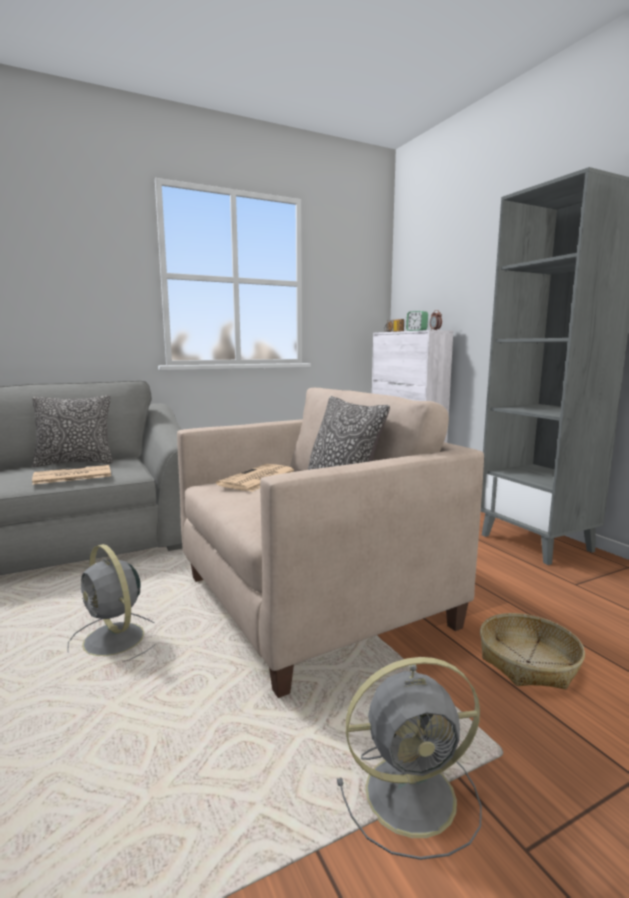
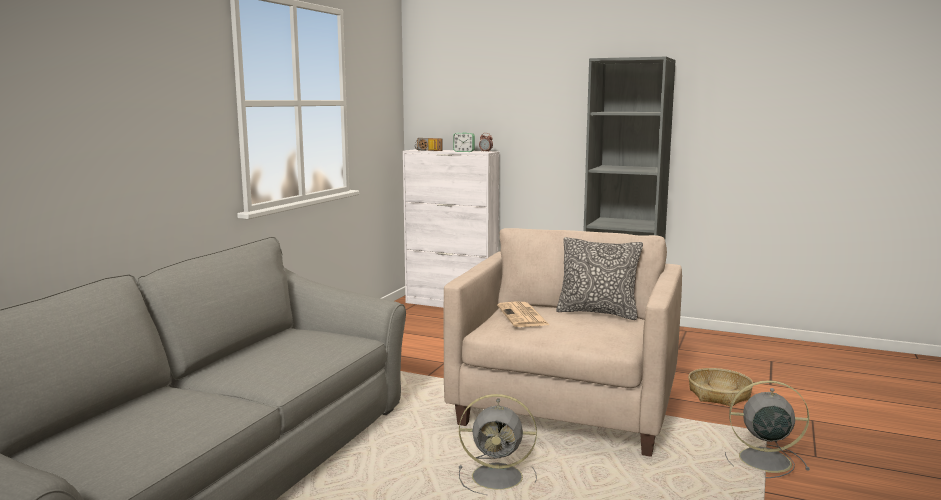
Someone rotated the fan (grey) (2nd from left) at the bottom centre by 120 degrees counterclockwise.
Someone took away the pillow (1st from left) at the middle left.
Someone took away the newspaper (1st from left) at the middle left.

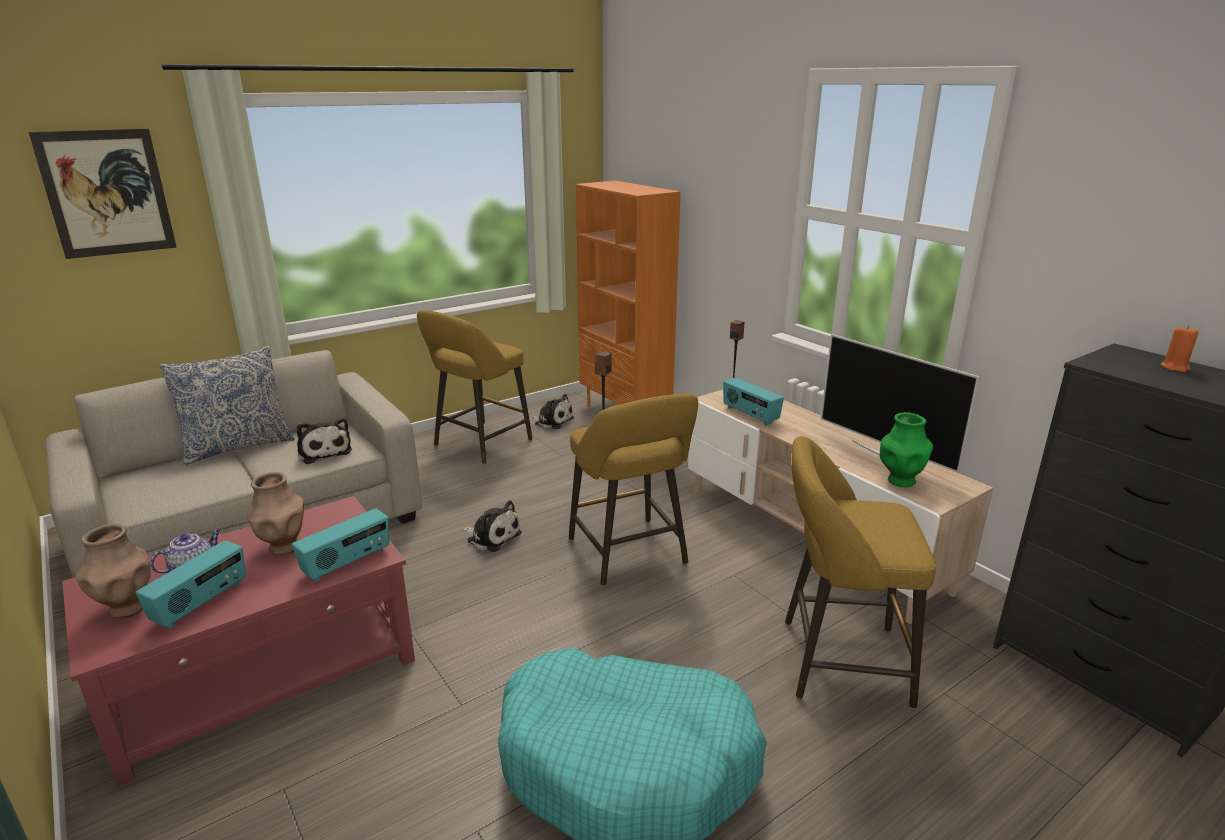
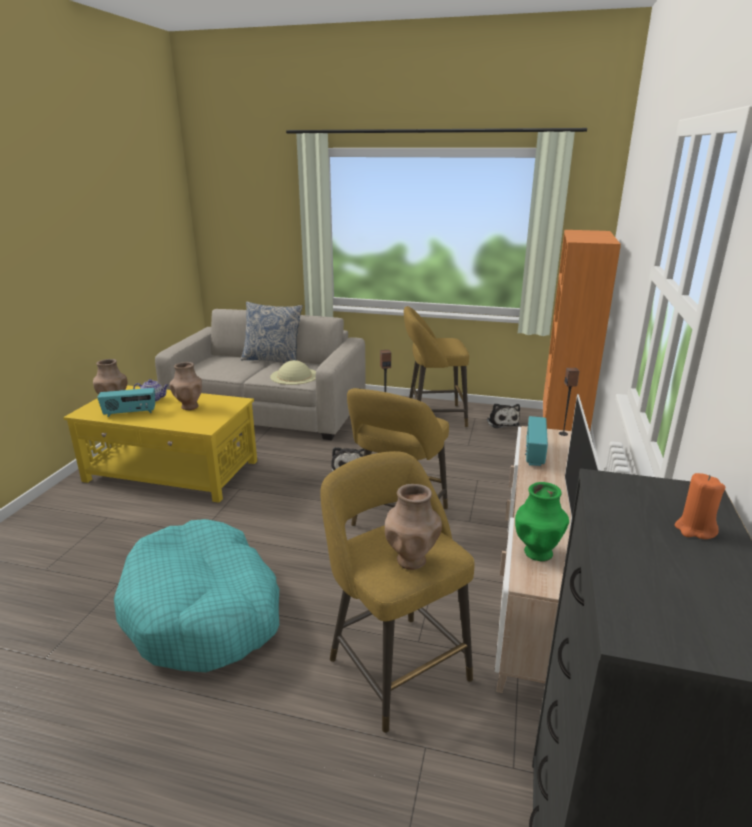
Someone repainted the coffee table (red) at the bottom left, which became the coffee table (yellow) at the middle left.
Someone swapped the plush toy (1st from left) at the middle left for the hat (beige) at the centre.
Someone put down the vase (brown) (3rd from left) at the centre.
Someone took away the picture at the top left.
Someone took away the radio (2nd from left) at the middle left.

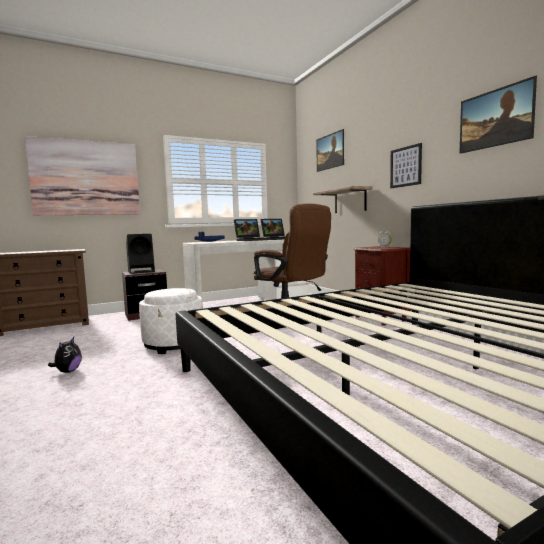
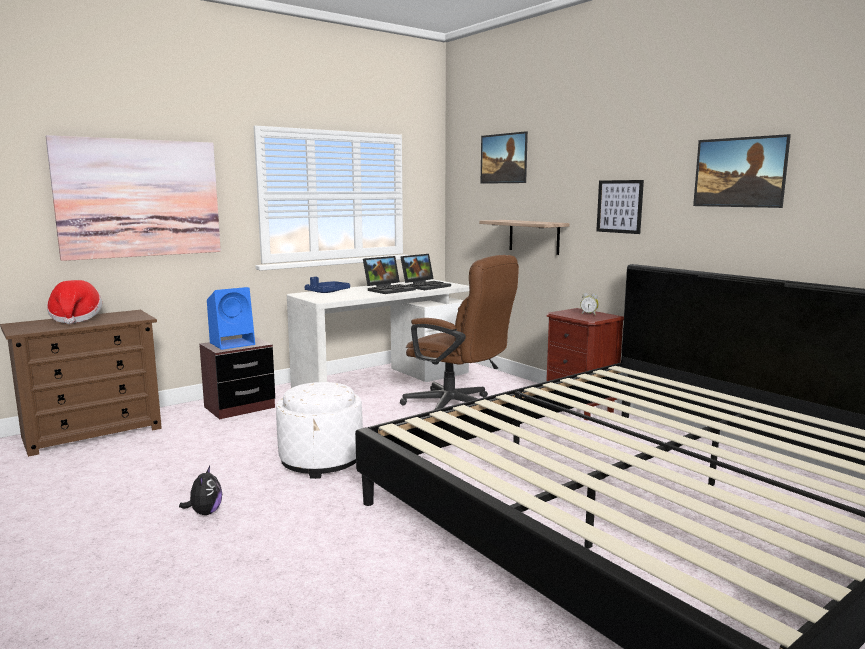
Someone put down the hat at the middle left.
Someone repainted the speaker (black) at the middle left, which became the speaker (blue) at the middle left.

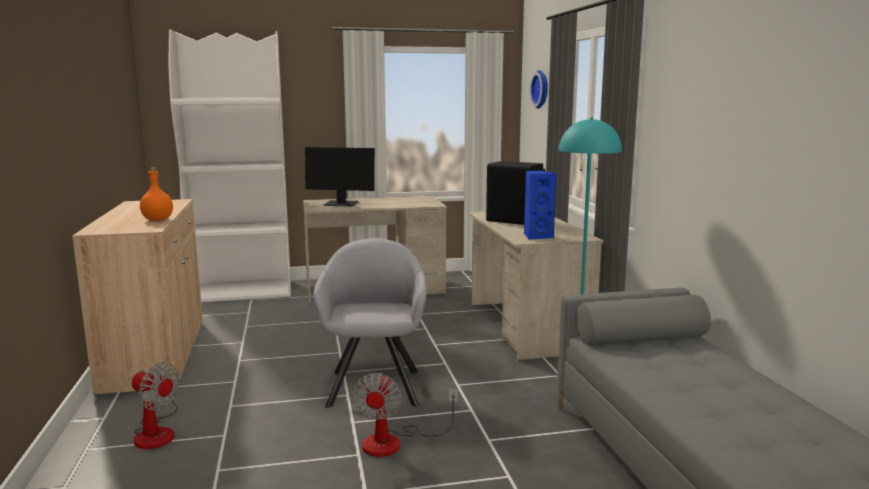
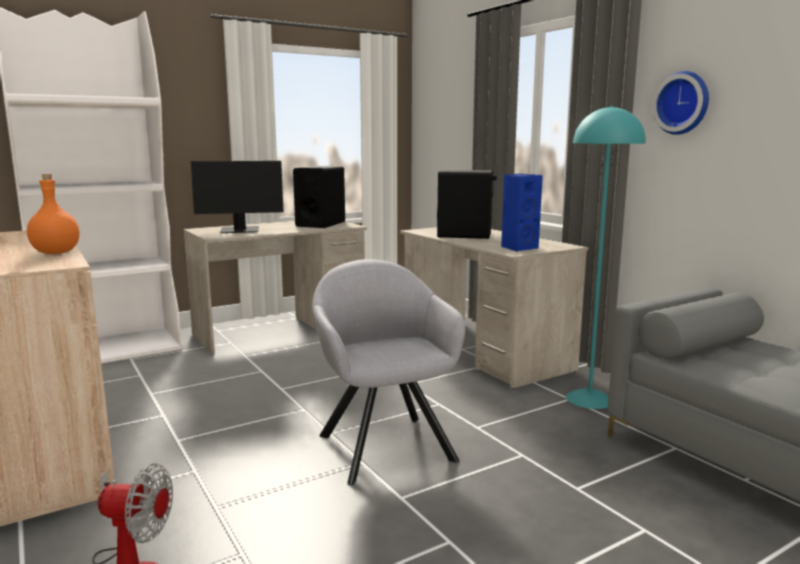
Someone put down the speaker (black) (1st from left) at the centre.
Someone carried the wall clock from the top centre to the top right.
Someone took away the fan (2nd from left) at the bottom centre.

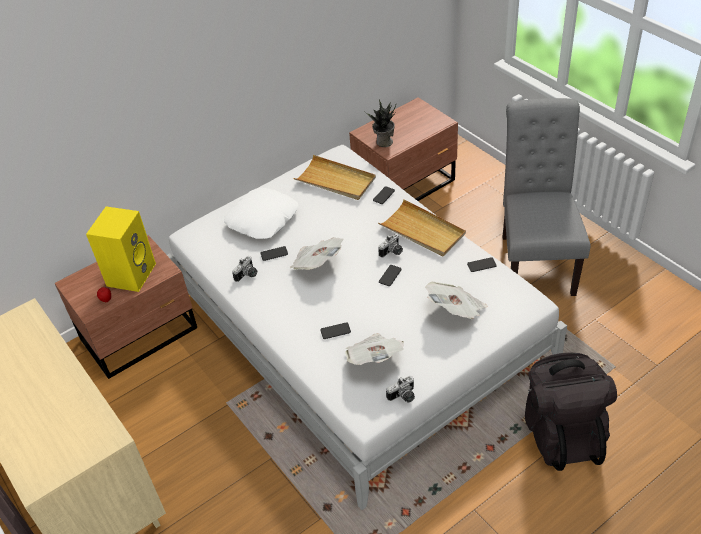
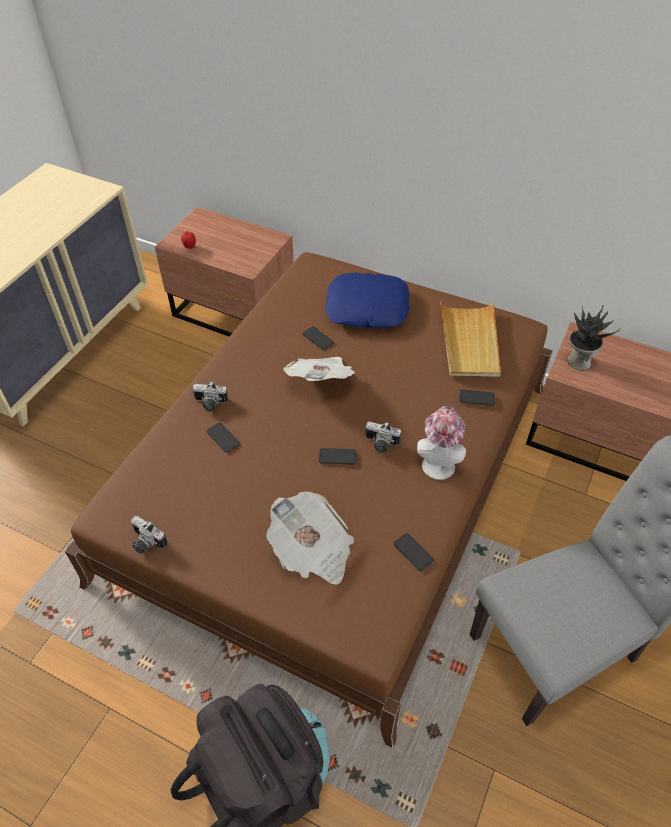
Someone repainted the bed (white) at the centre, which became the bed (brown) at the centre.
Someone carried the photo camera (1st from left in the first image) from the centre to the middle left.
Someone repainted the pillow (white) at the centre, which became the pillow (blue) at the centre.
Someone swapped the tray (beige) (2nd from left) at the centre for the hat at the centre.
Someone took away the speaker (yellow) at the middle left.
Someone took away the newspaper (2nd from left) at the centre.

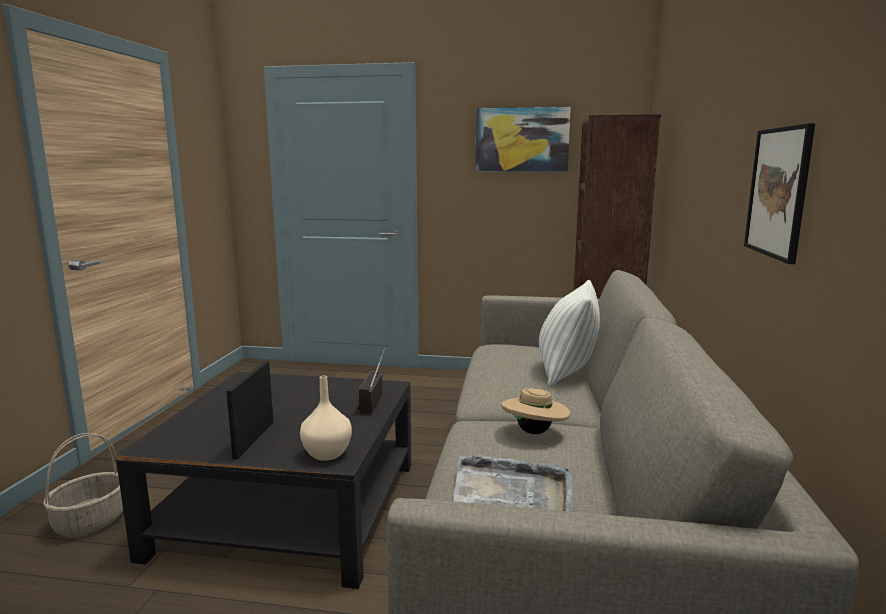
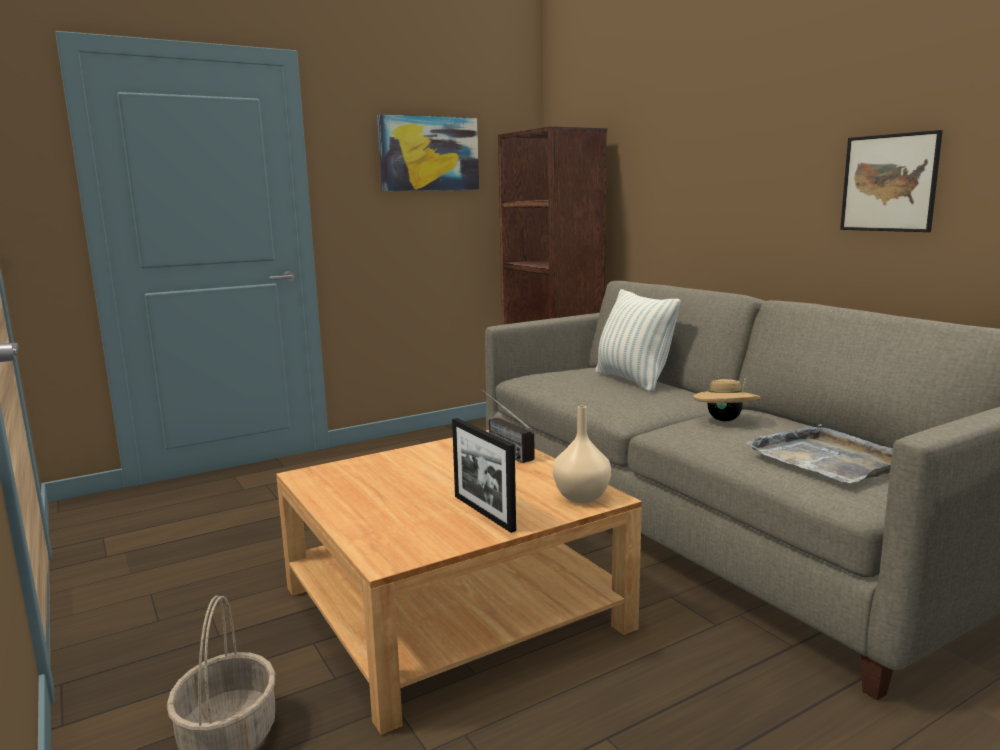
Someone repainted the coffee table (black) at the bottom left, which became the coffee table (beige) at the bottom centre.

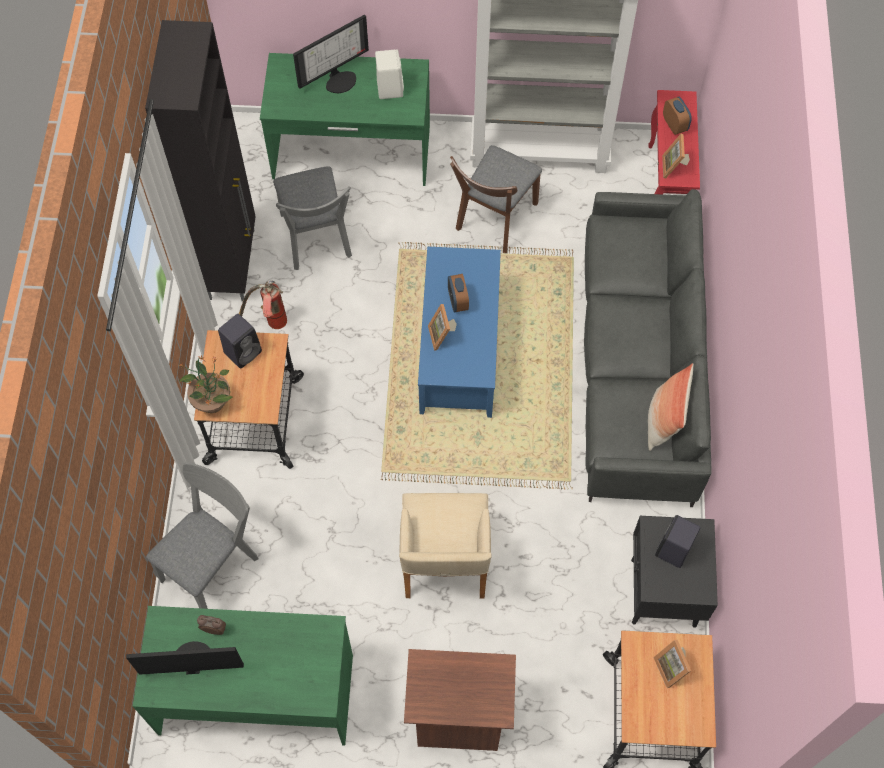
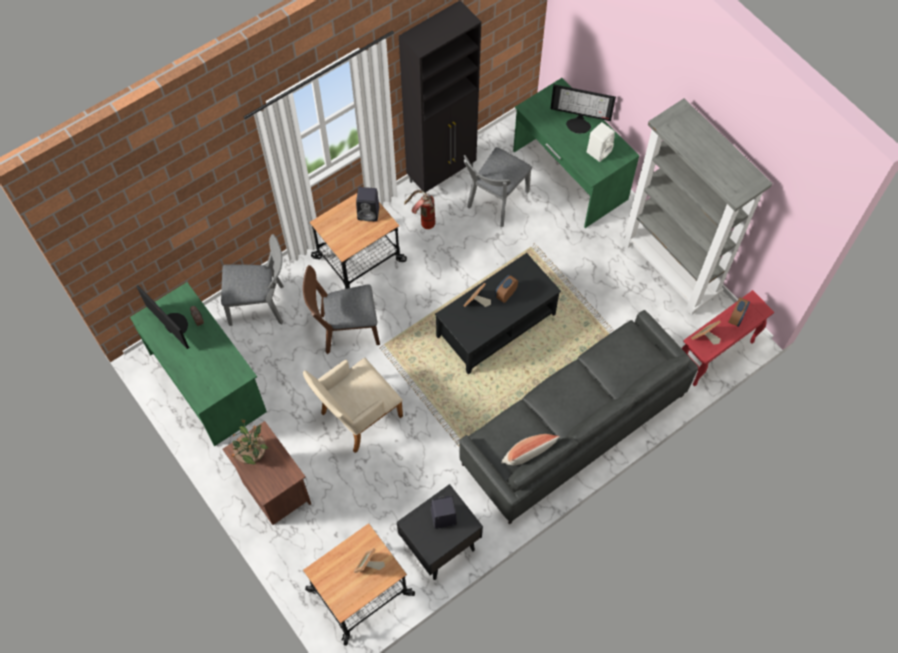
Someone carried the potted plant from the middle left to the bottom left.
Someone carried the chair (brown) from the top centre to the centre.
Someone repainted the coffee table (blue) at the centre, which became the coffee table (black) at the centre.

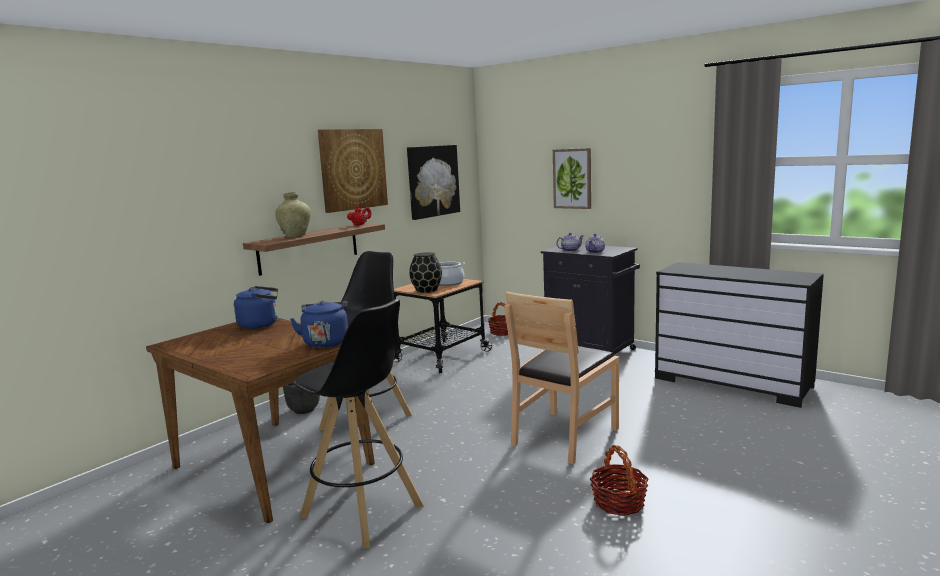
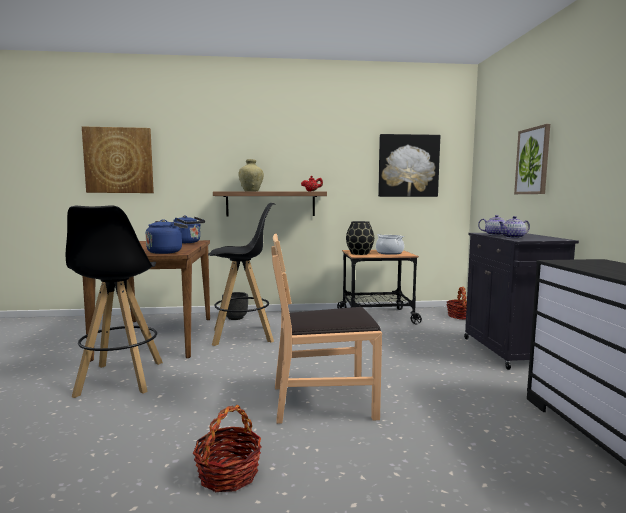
Someone carried the picture (1st from left) from the top centre to the top left.

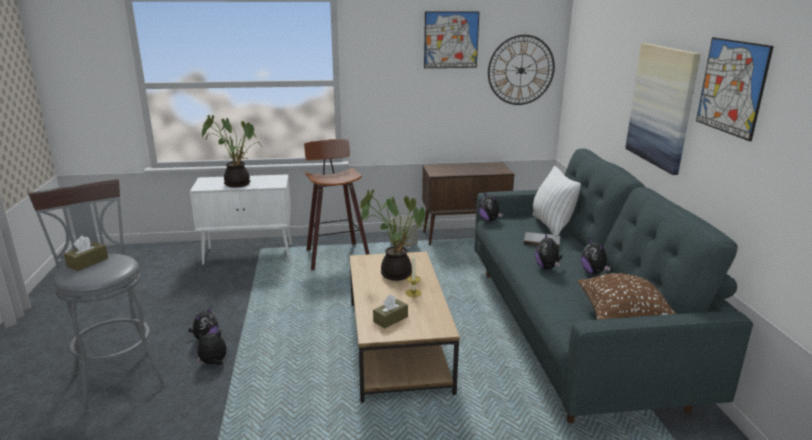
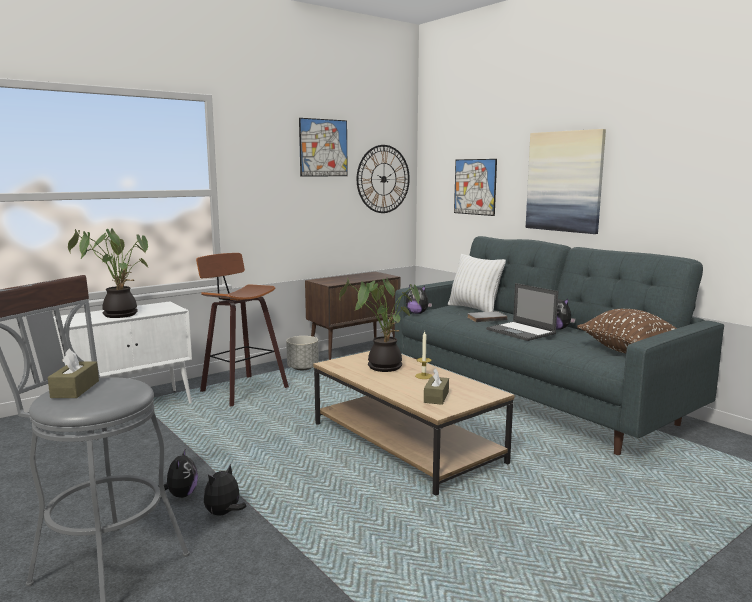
Someone carried the picture (3rd from left in the first image) from the top right to the top centre.
Someone swapped the plush toy (4th from left) at the middle right for the laptop at the middle right.

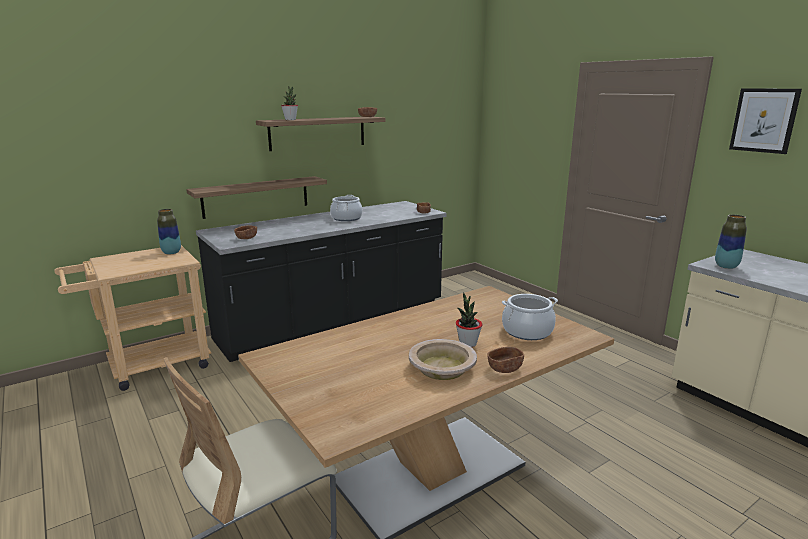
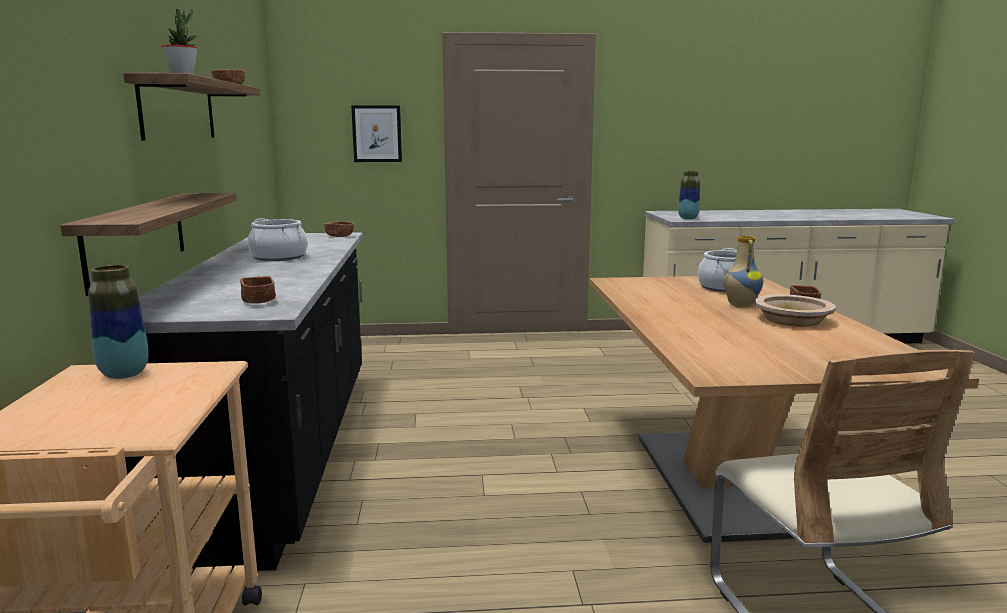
Someone carried the picture from the top right to the top centre.
Someone swapped the potted plant (2nd from left) at the centre for the vase (3rd from left) at the middle right.

